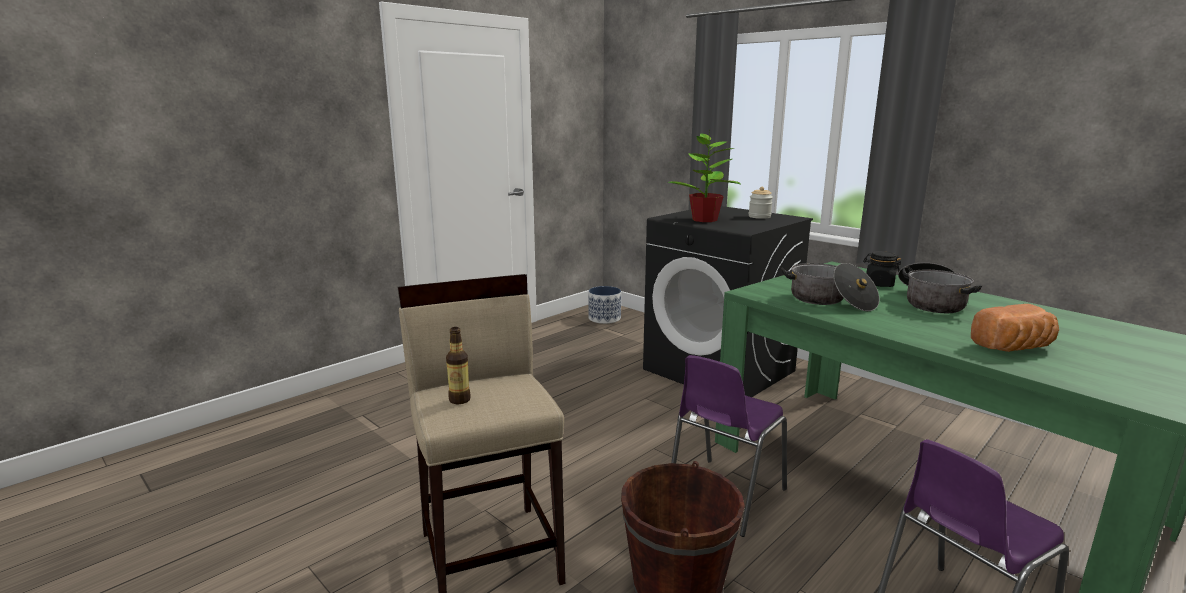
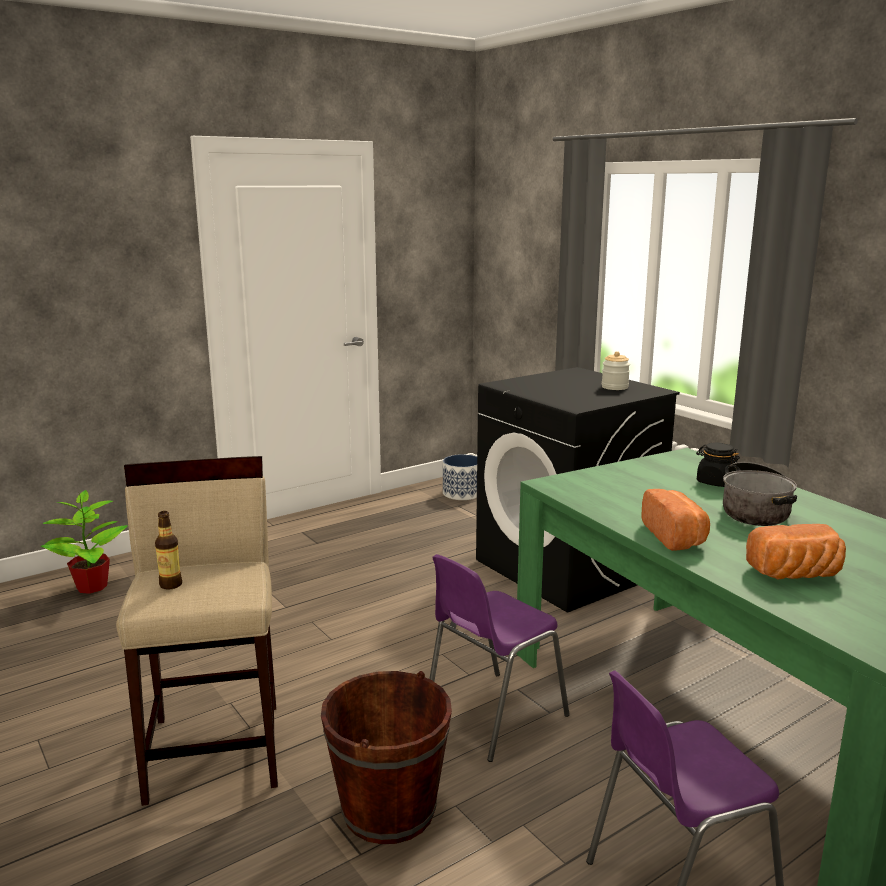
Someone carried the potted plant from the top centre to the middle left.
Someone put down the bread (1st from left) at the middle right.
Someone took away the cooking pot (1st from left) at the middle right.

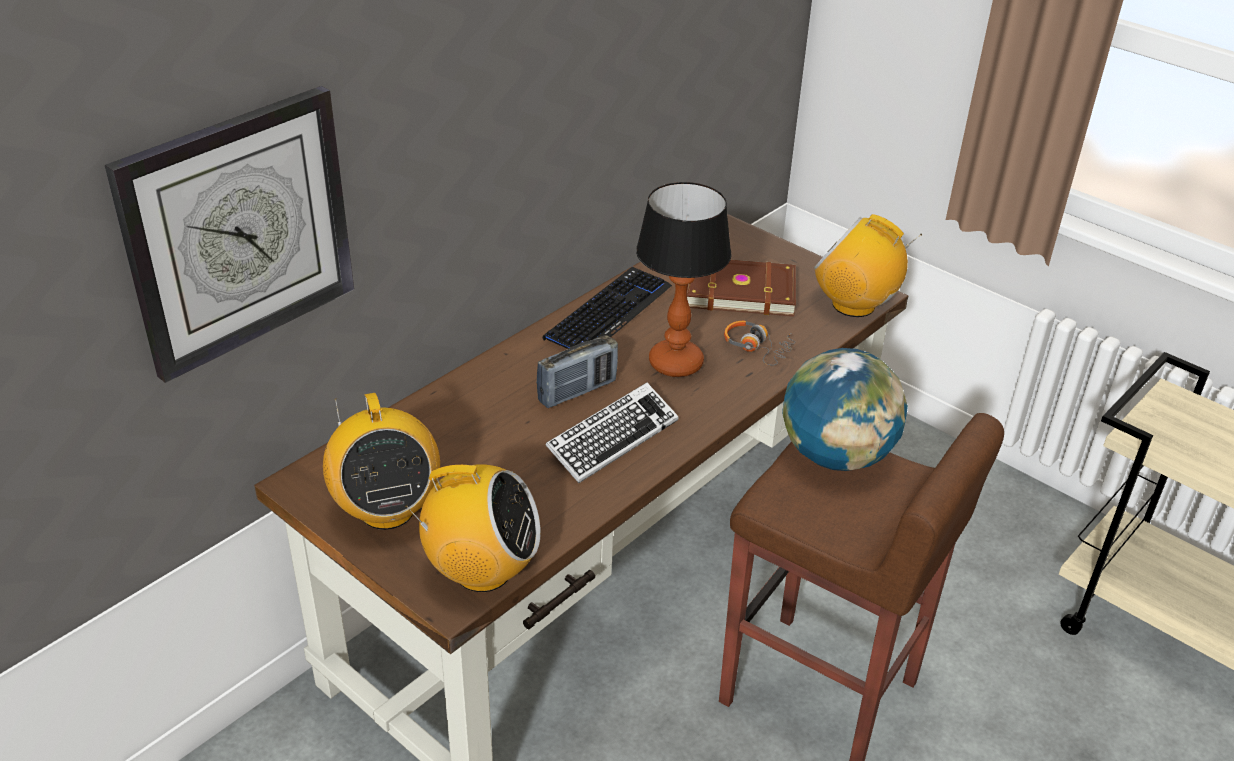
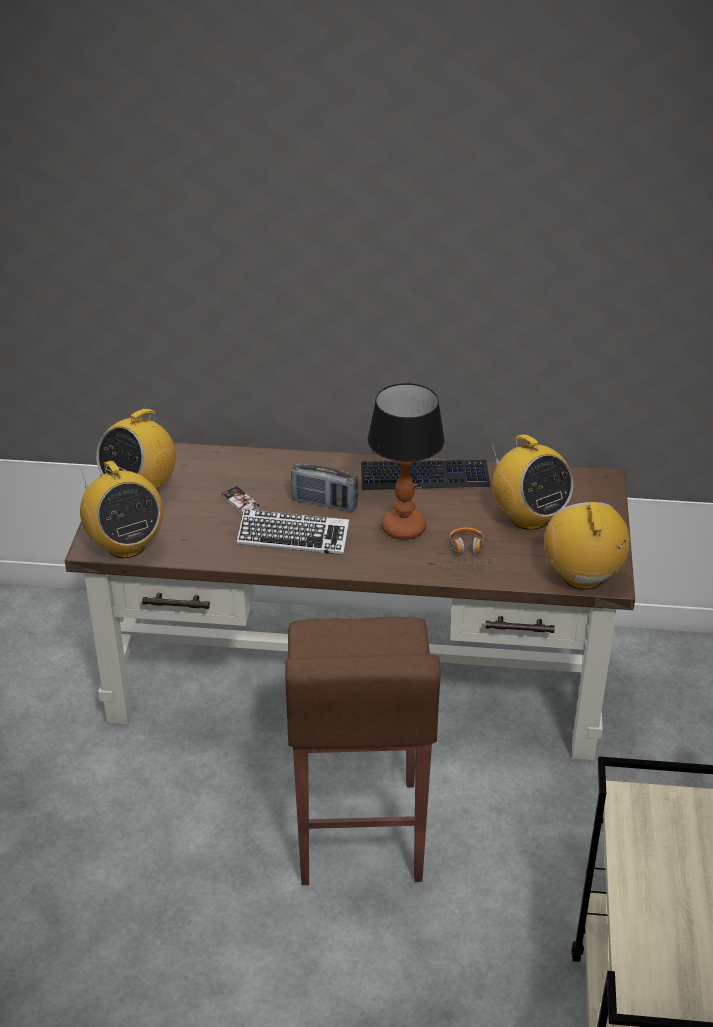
Someone put down the phone at the centre.
Someone swapped the book (brown) at the centre for the radio (4th from left) at the middle right.
Someone took away the wall clock at the top left.
Someone took away the globe at the middle right.

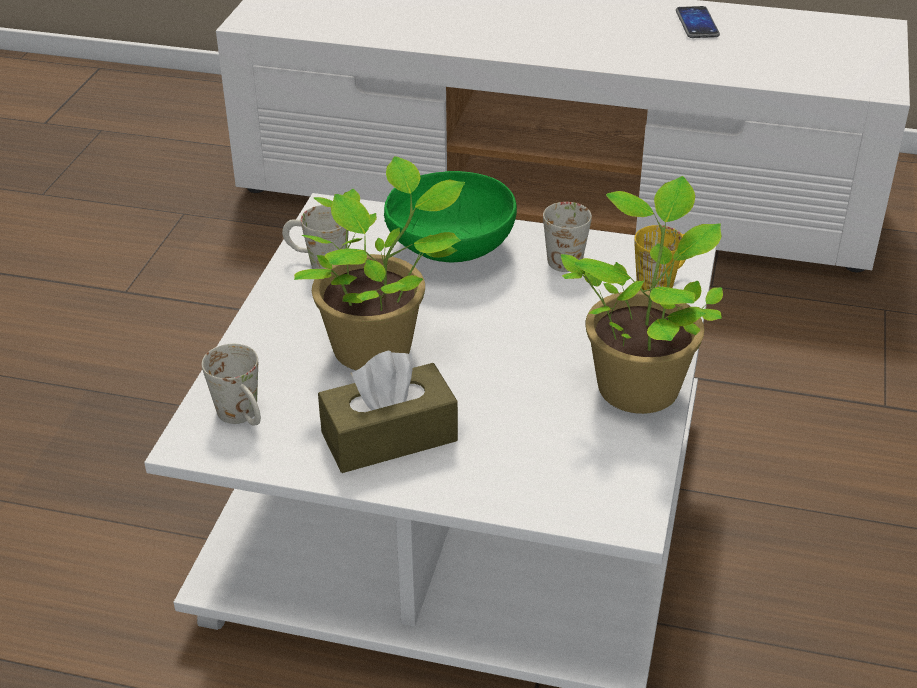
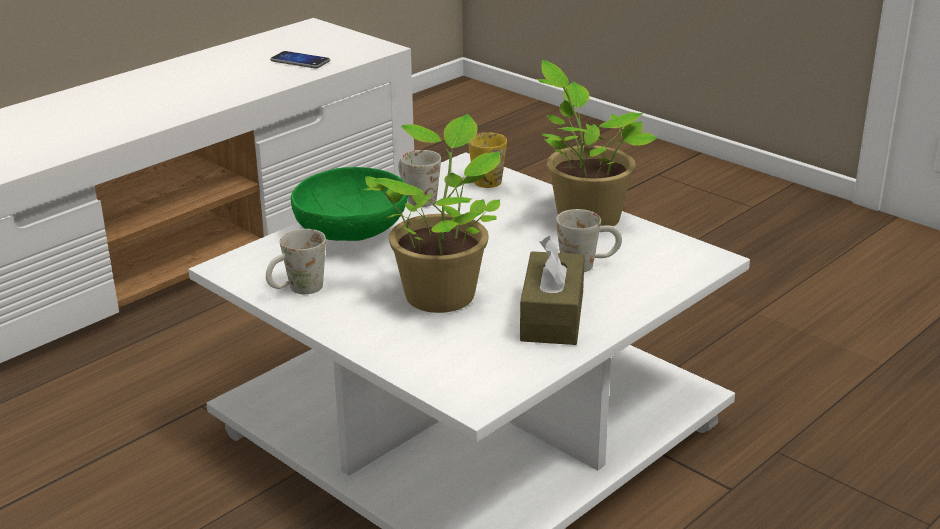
Someone carried the phone from the top right to the top left.
Someone carried the mug (white) (1st from left in the first image) from the middle left to the centre.

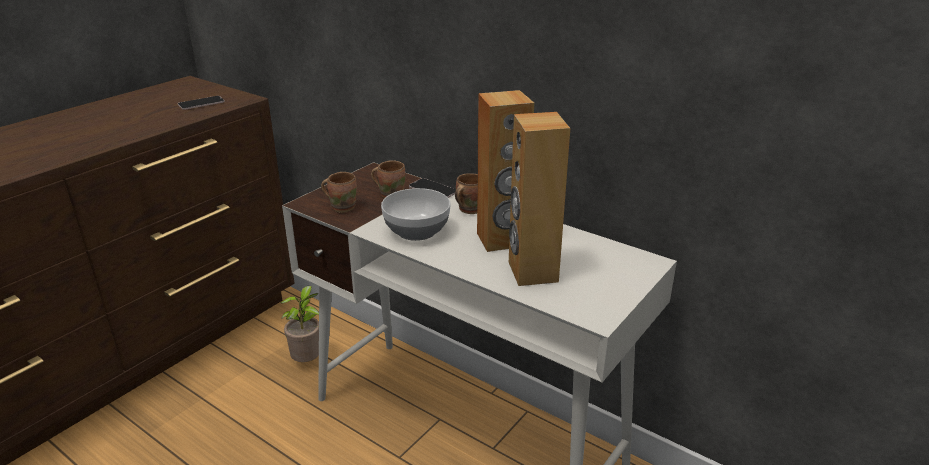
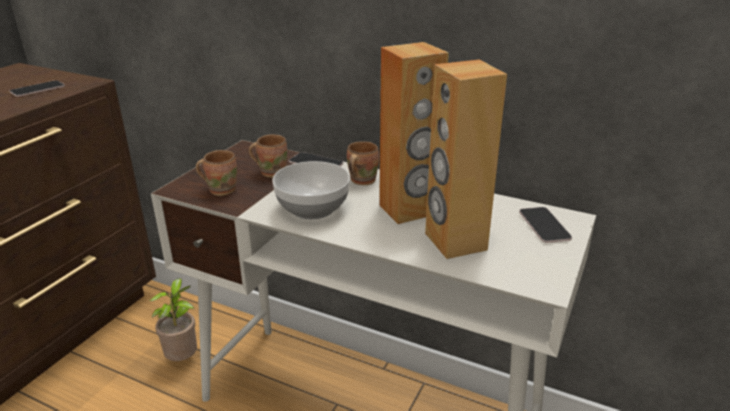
Someone put down the phone (3rd from left) at the middle right.

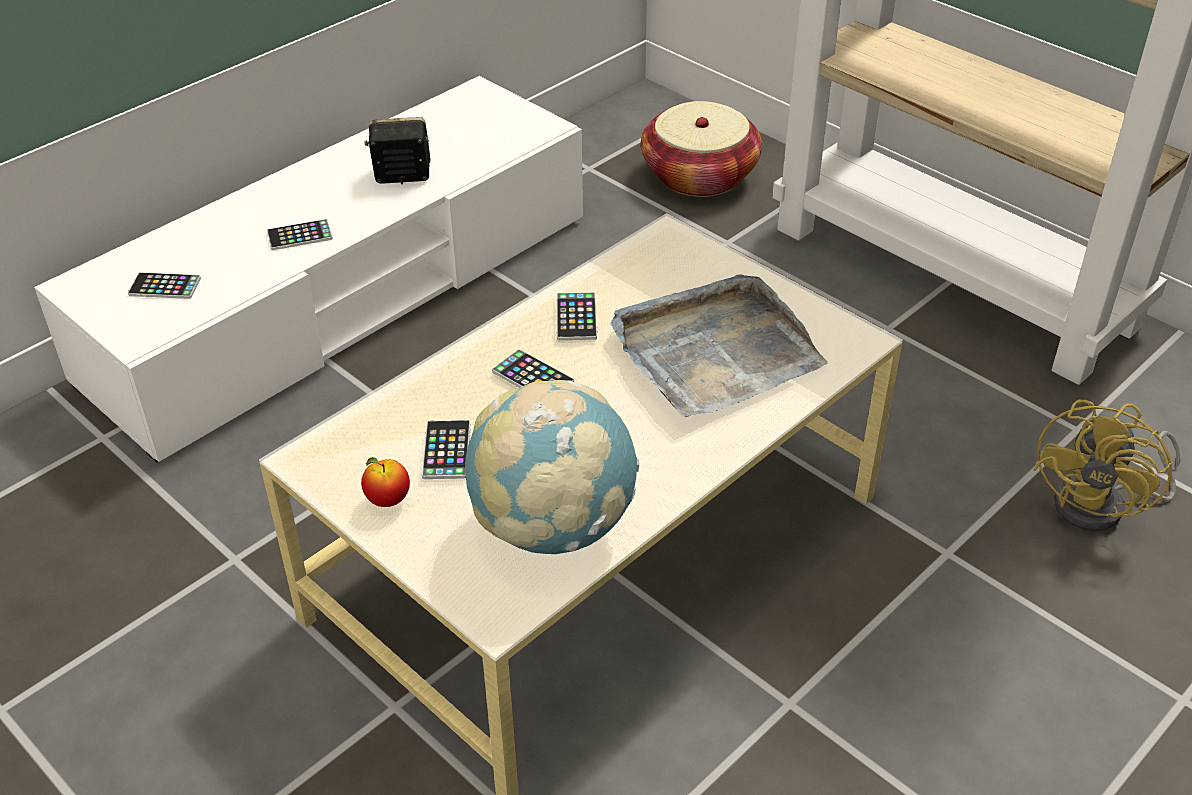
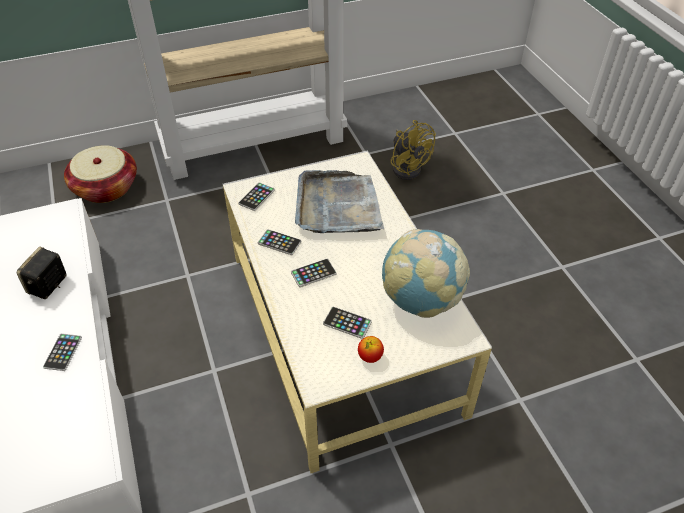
Someone carried the phone (1st from left in the first image) from the middle left to the centre.

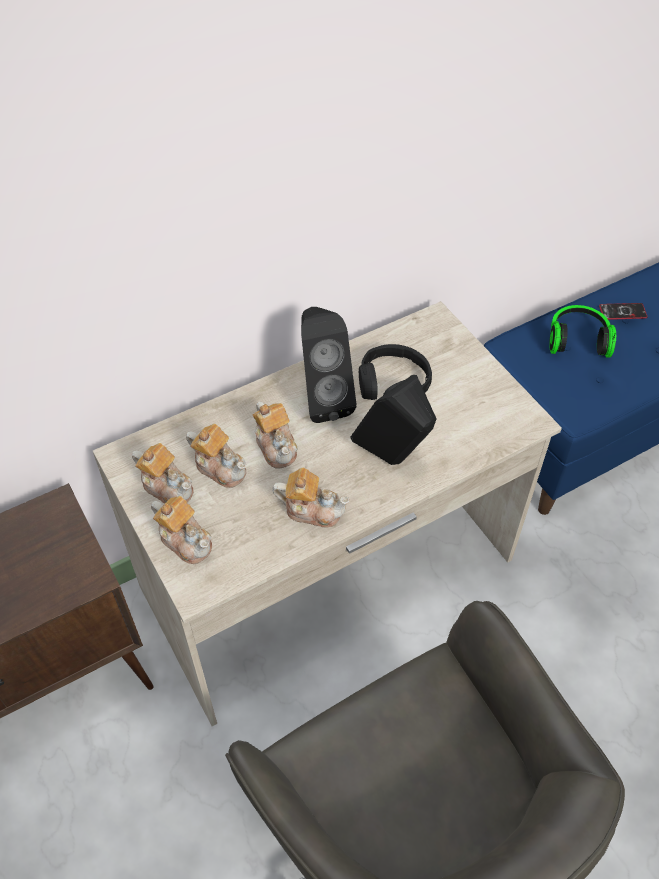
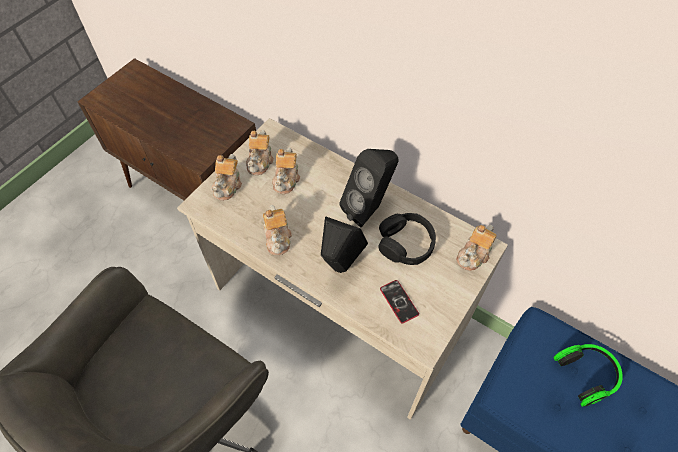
Someone carried the phone from the middle right to the bottom centre.
Someone carried the teapot (4th from left in the first image) from the centre to the middle right.

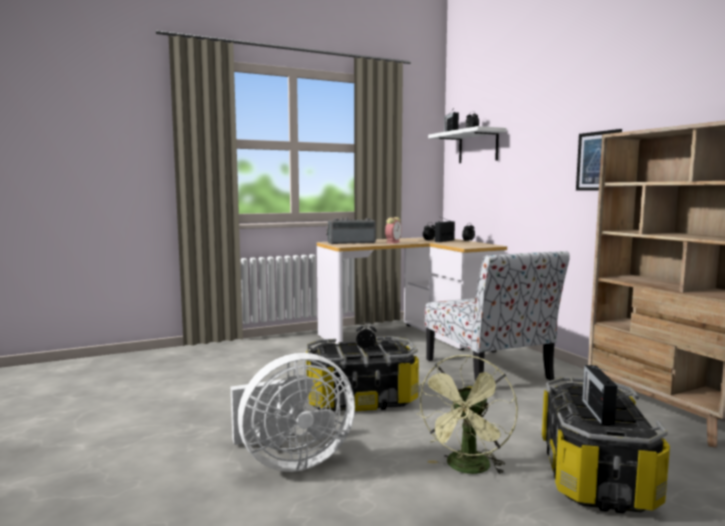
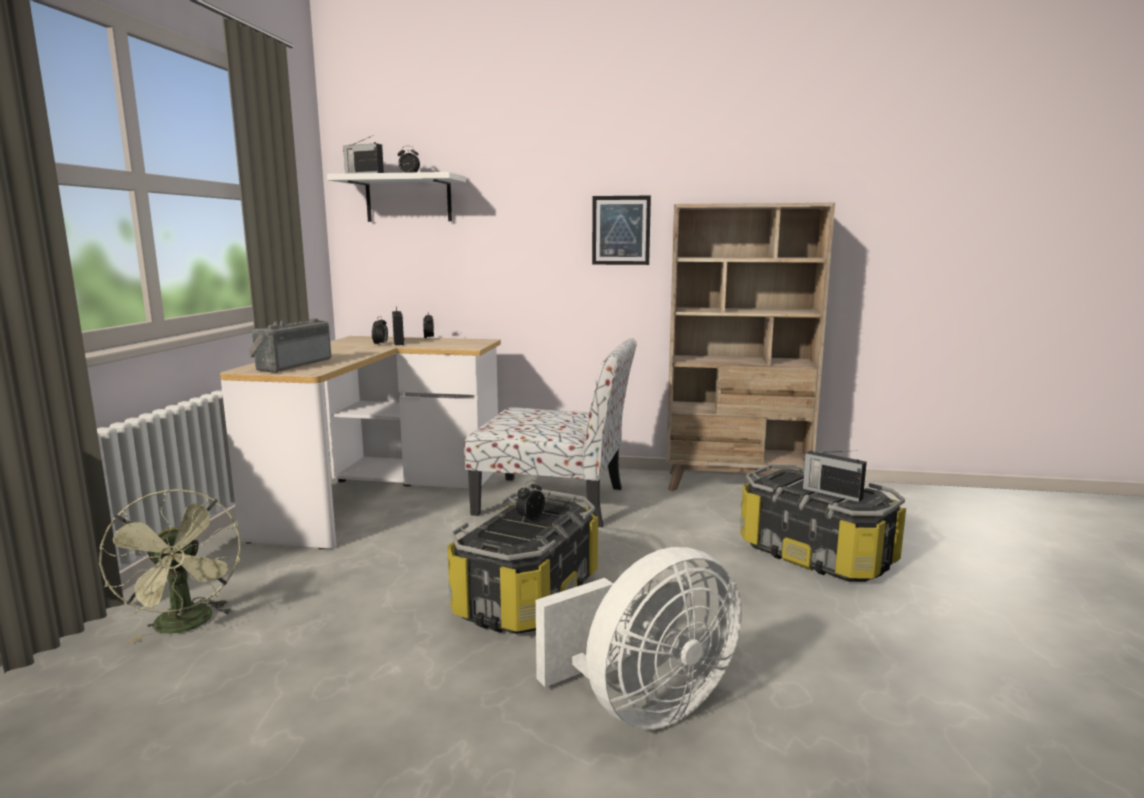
Someone carried the fan (green) from the bottom centre to the bottom left.
Someone rotated the fan (white) at the bottom centre by 45 degrees clockwise.
Someone took away the alarm clock (2nd from left) at the centre.

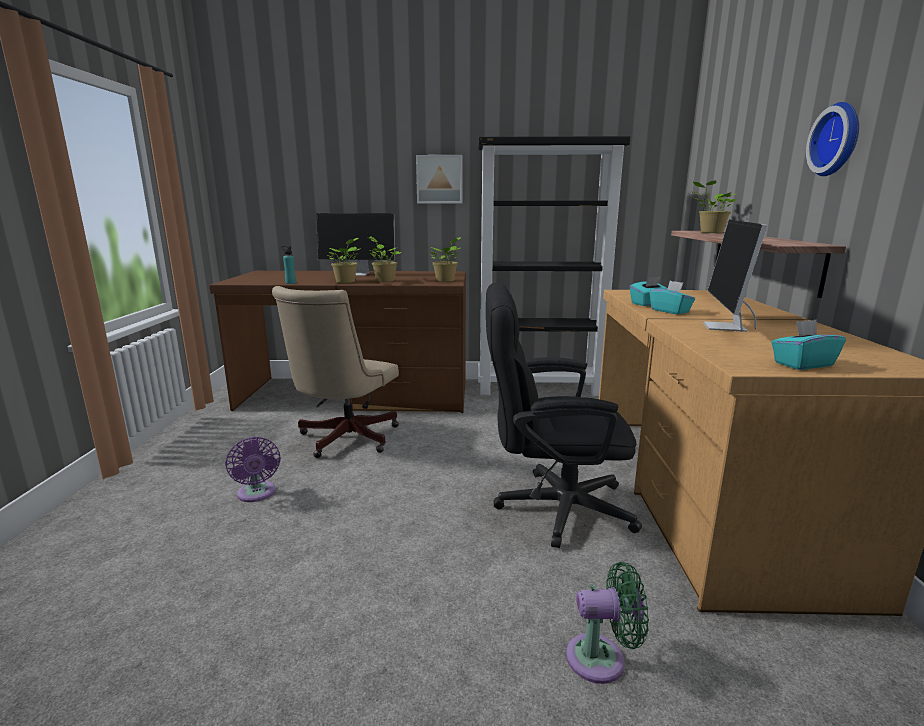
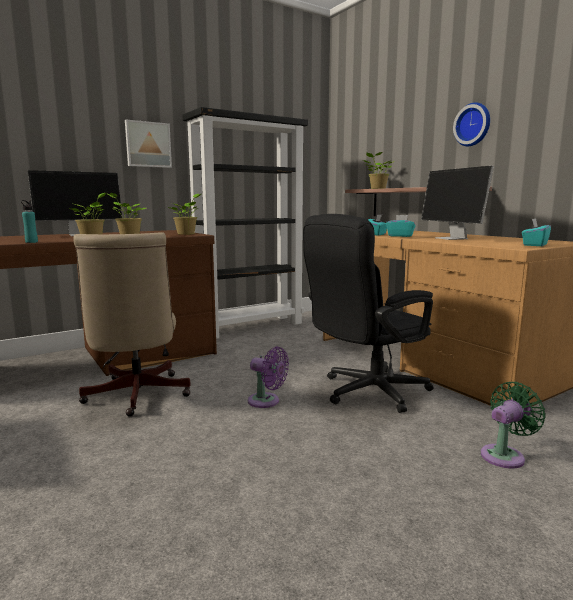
Someone carried the fan (purple) from the middle left to the centre.

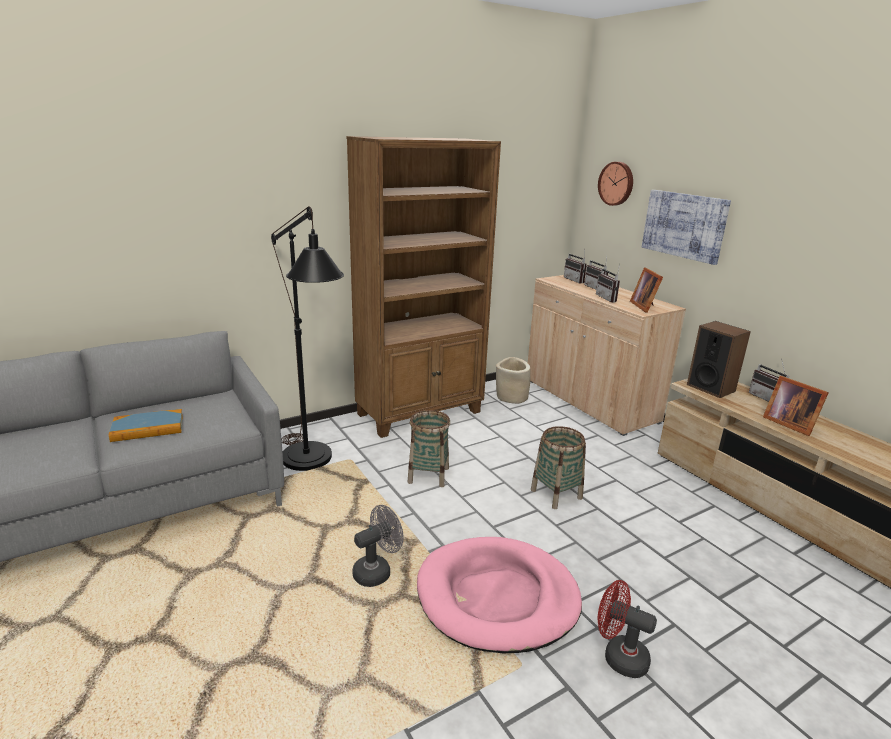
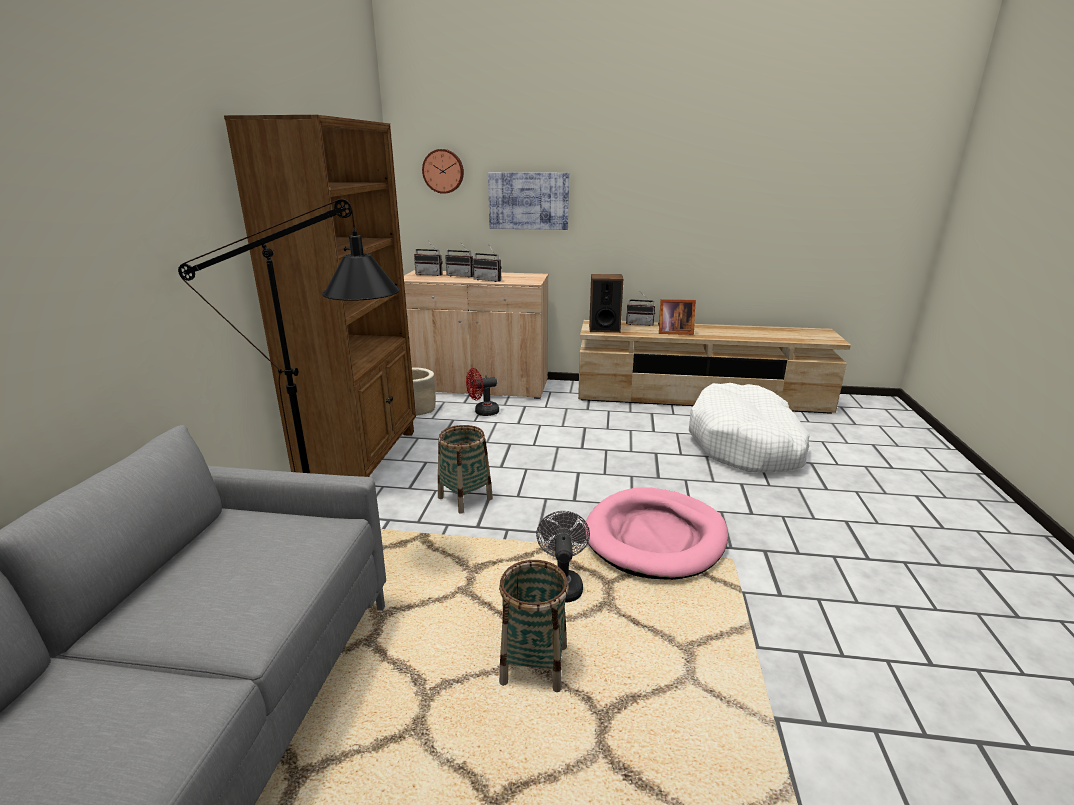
Someone carried the fan (red) from the bottom right to the centre.
Someone carried the basket (2nd from left) from the centre to the bottom centre.
Someone put down the dog bed (white) at the middle right.
Someone took away the book at the middle left.
Someone took away the picture frame (1st from left) at the middle right.

